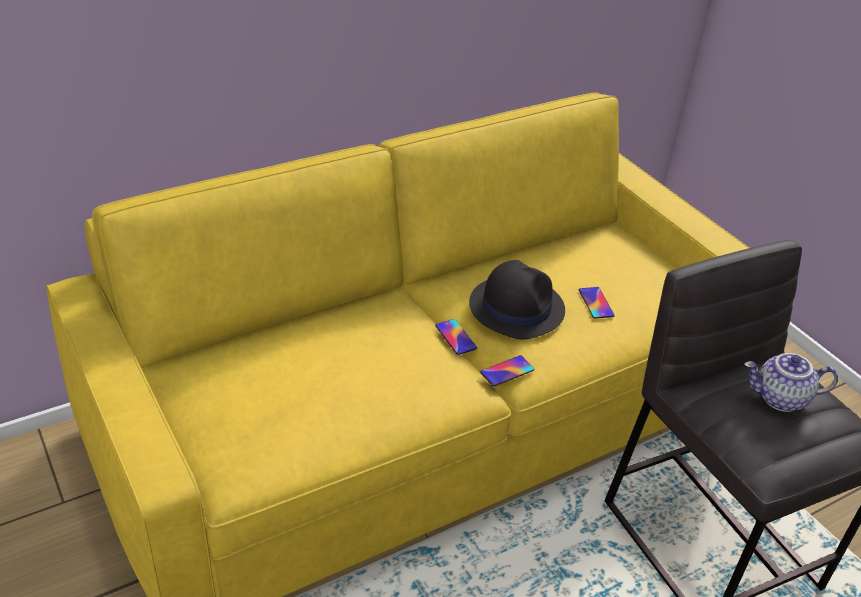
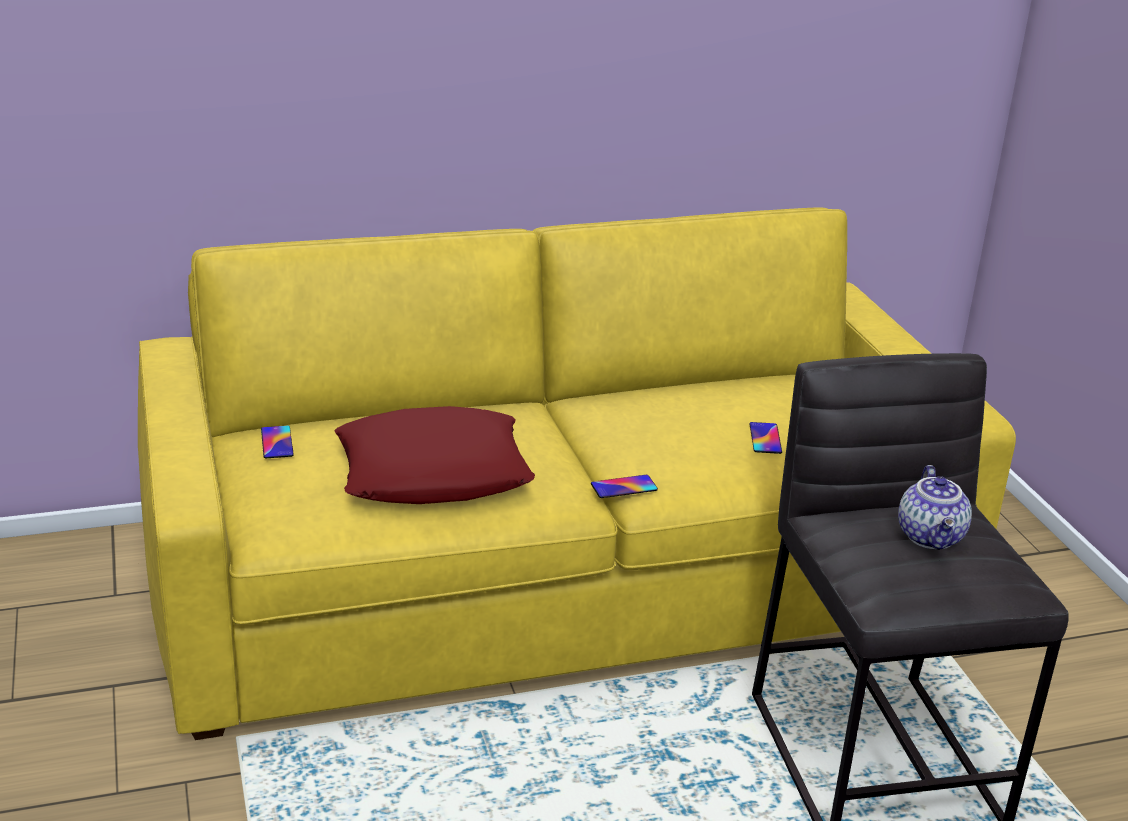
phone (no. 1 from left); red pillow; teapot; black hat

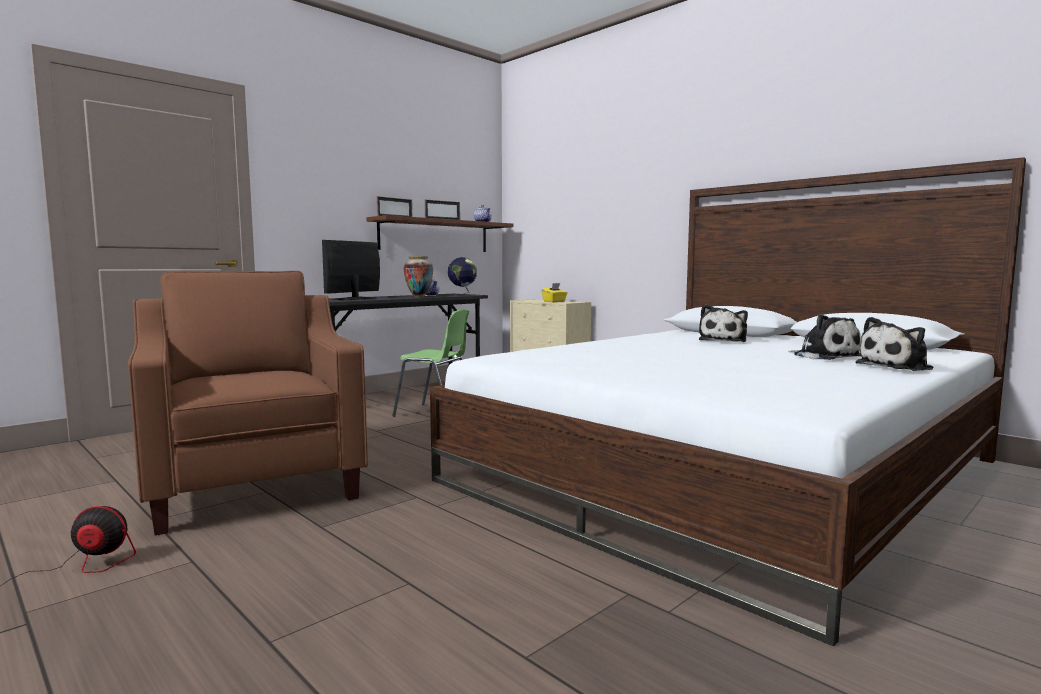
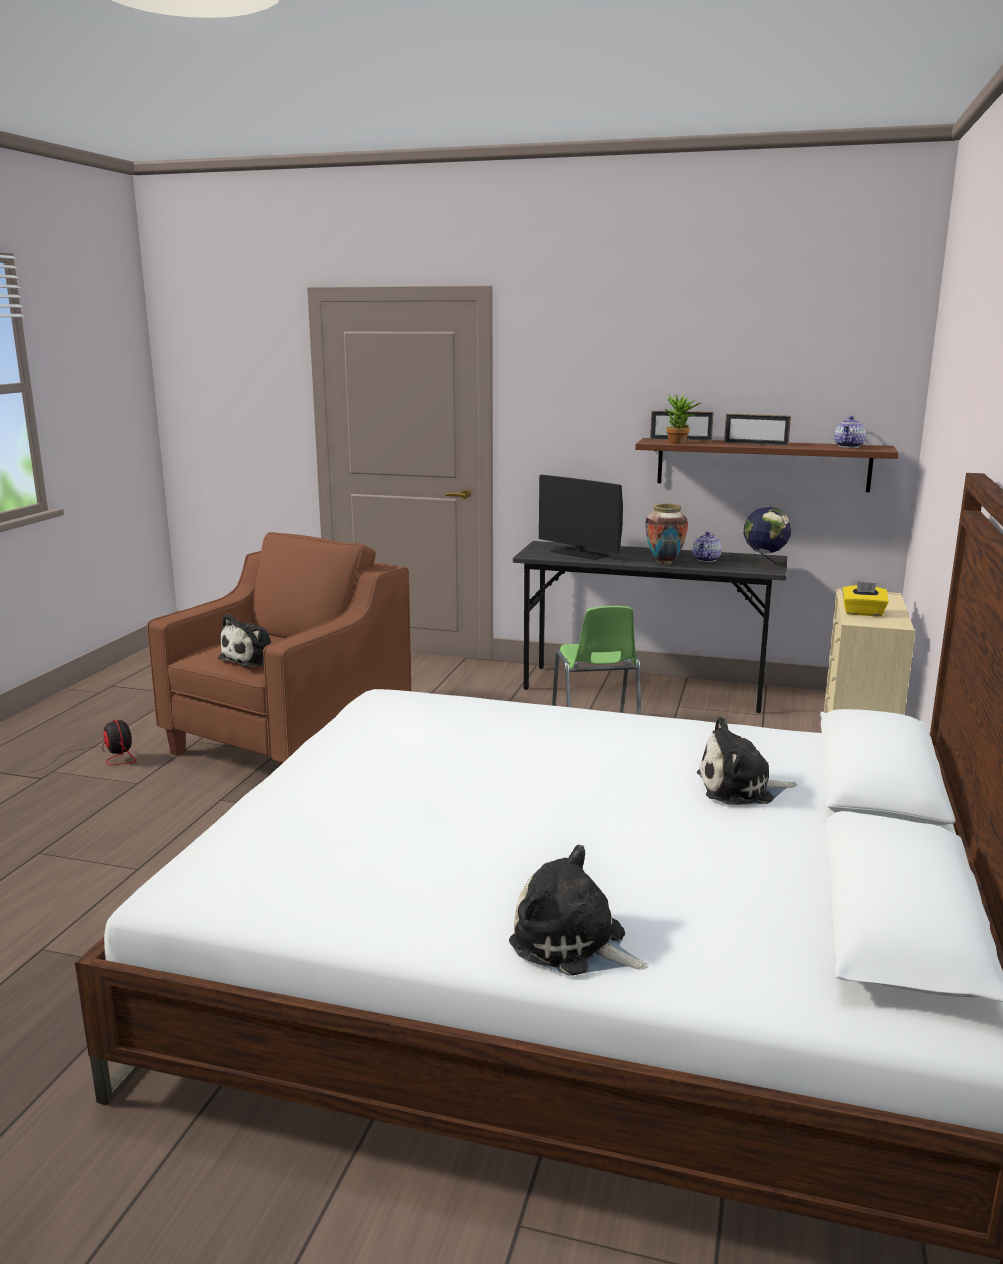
plush toy (no. 1 from left); monitor; potted plant

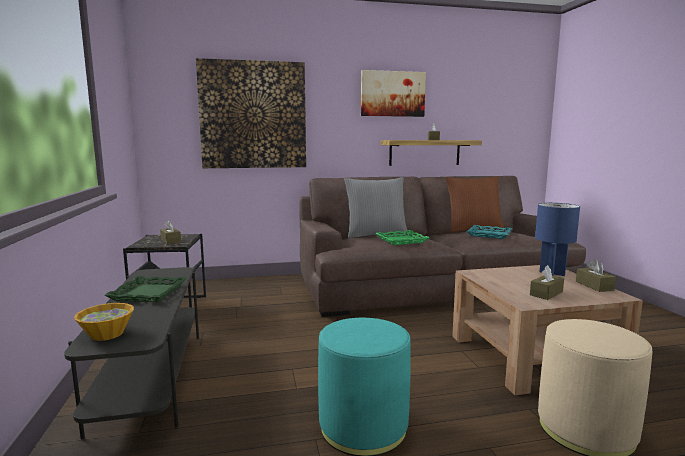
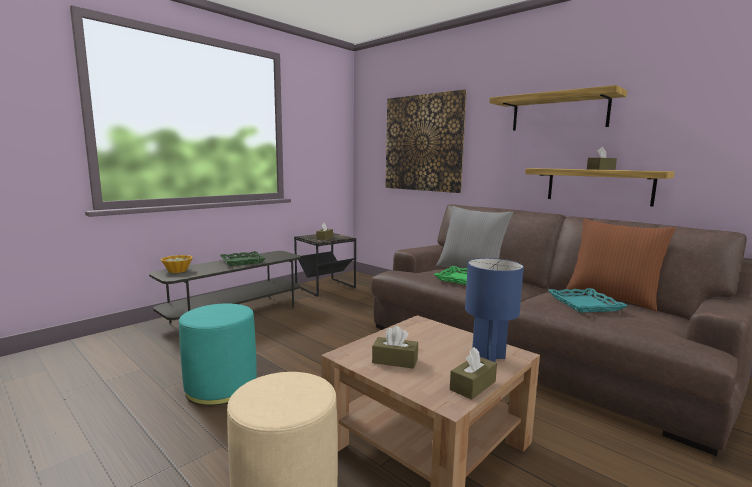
shelf (no. 1 from left)

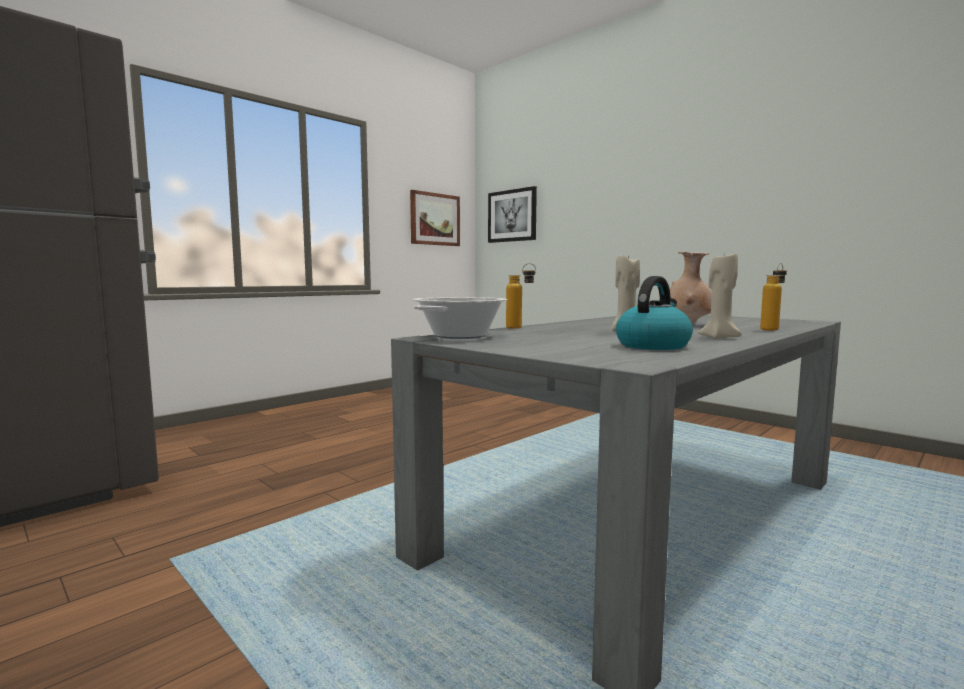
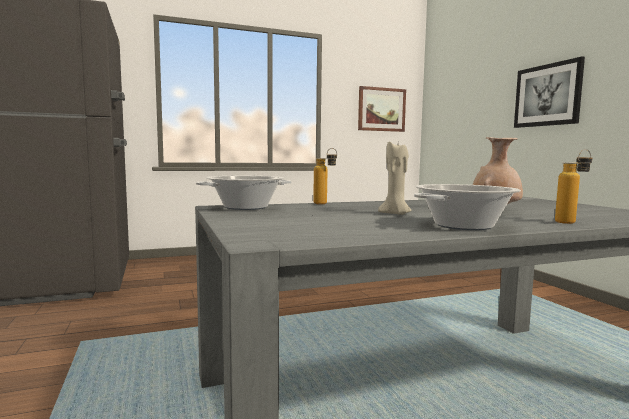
cooking pot (no. 2 from left); picture (no. 2 from left); kettle

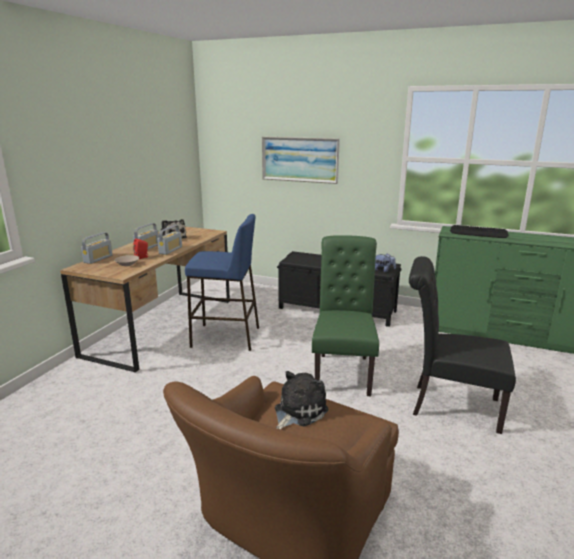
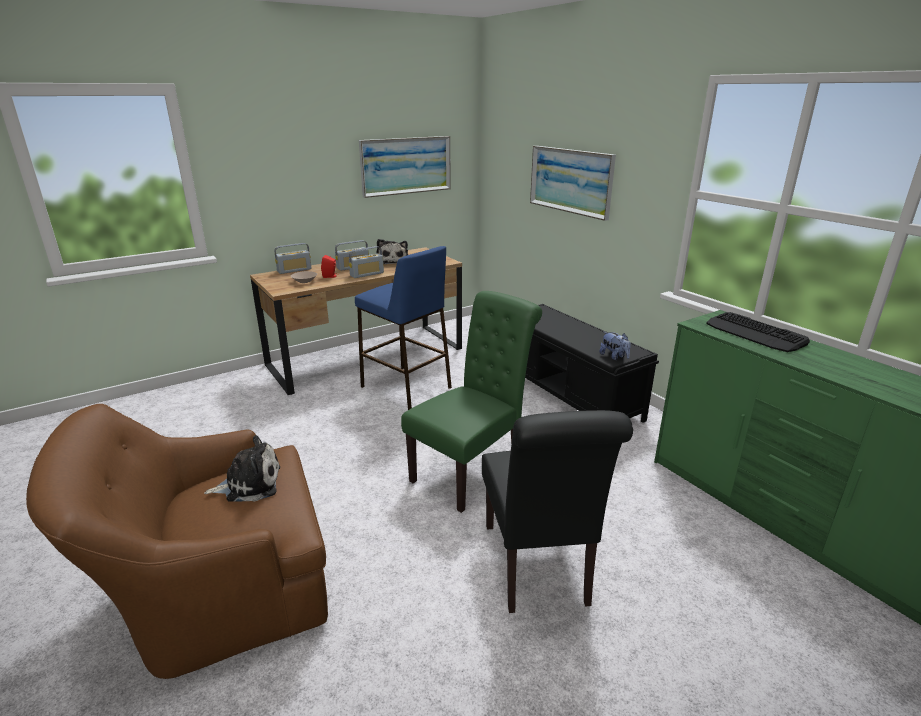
picture (no. 1 from left); black chair

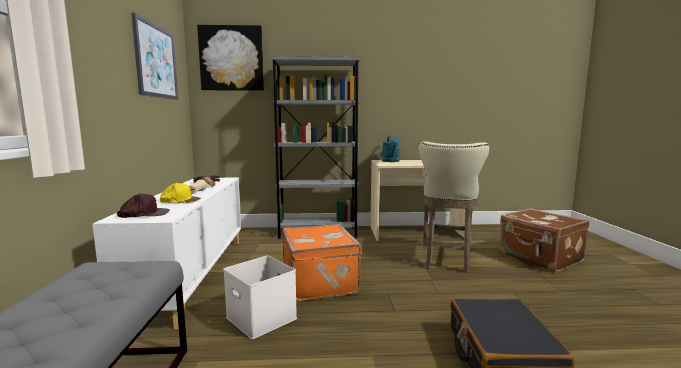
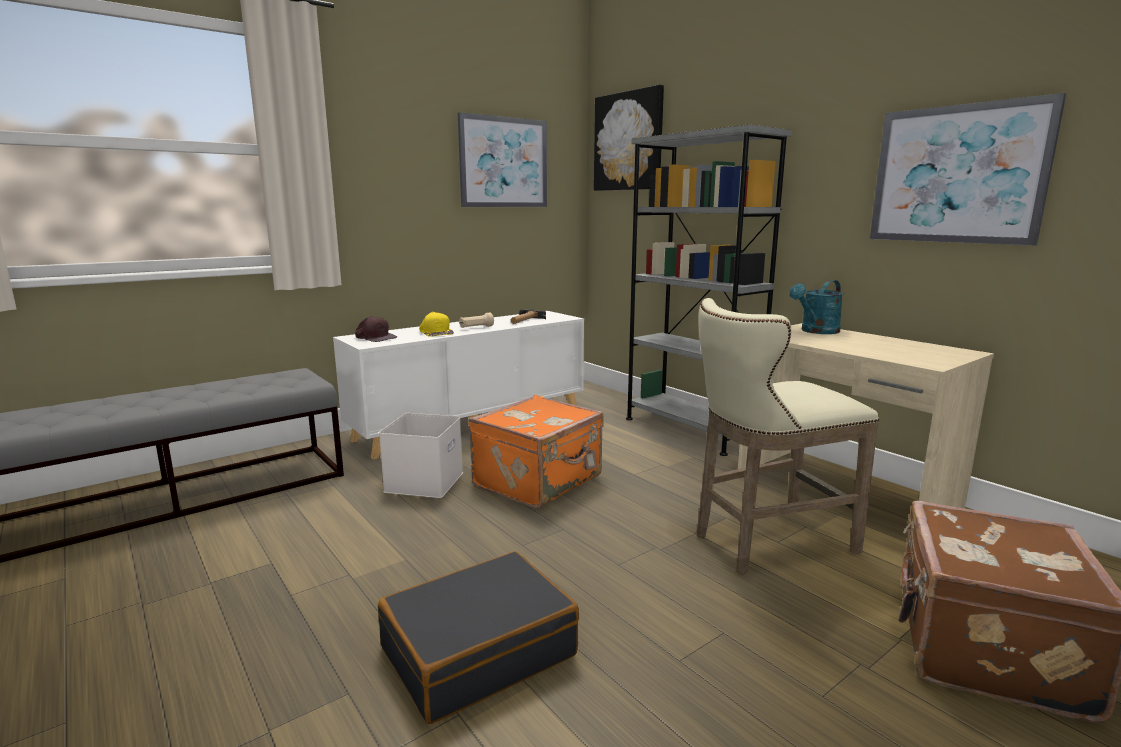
picture (no. 3 from left)

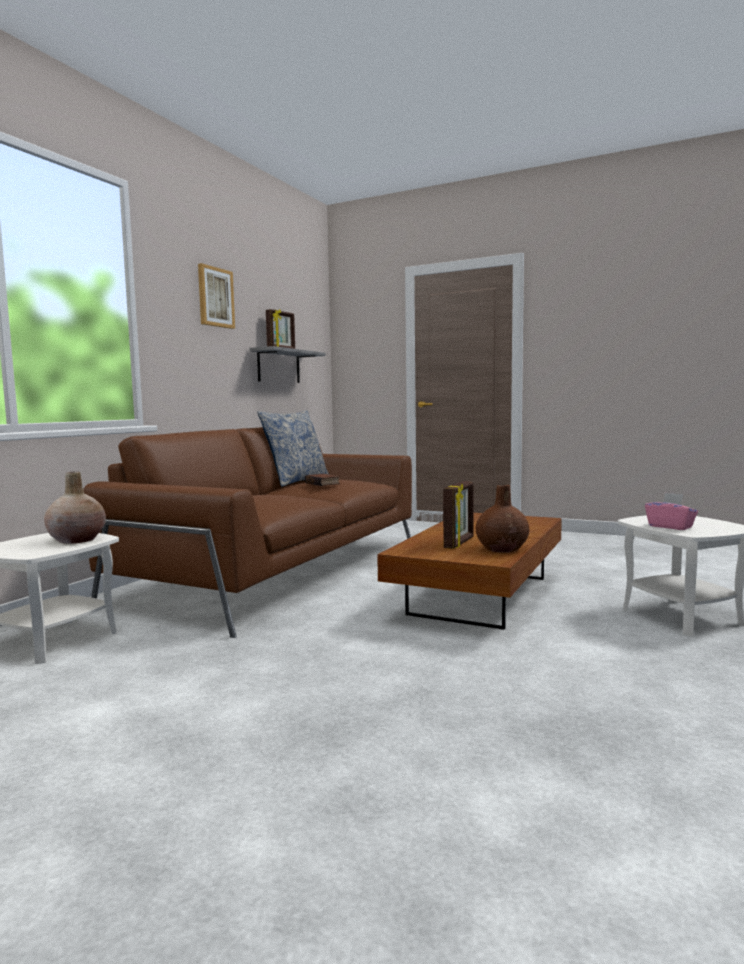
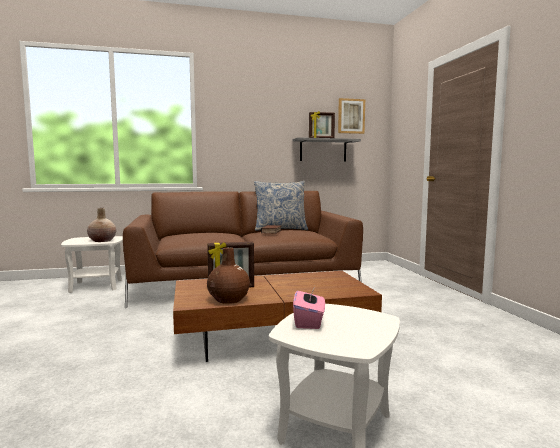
picture

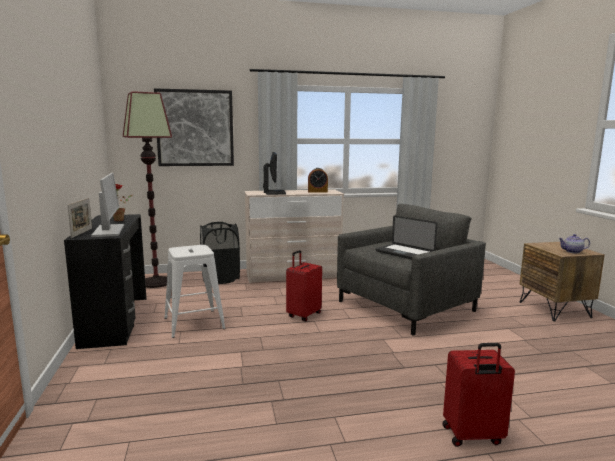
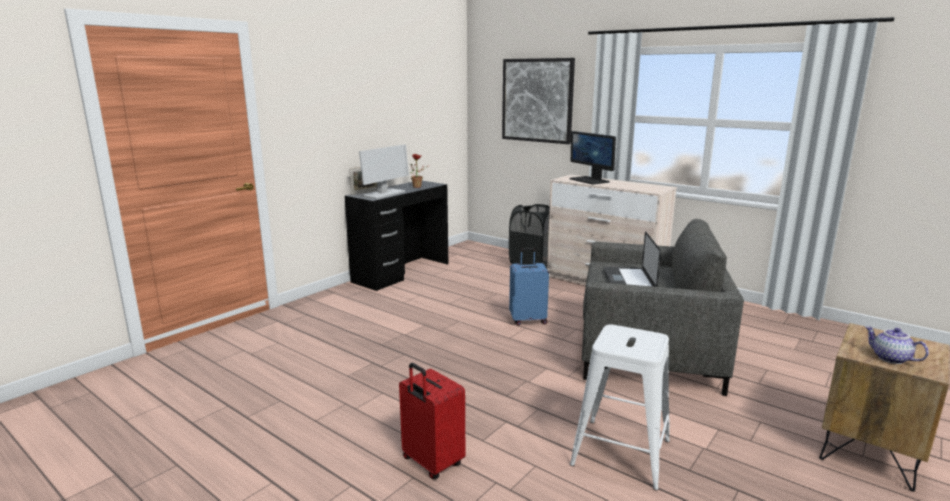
blue suitcase; monitor (no. 2 from left); white stool; floor lamp; alarm clock

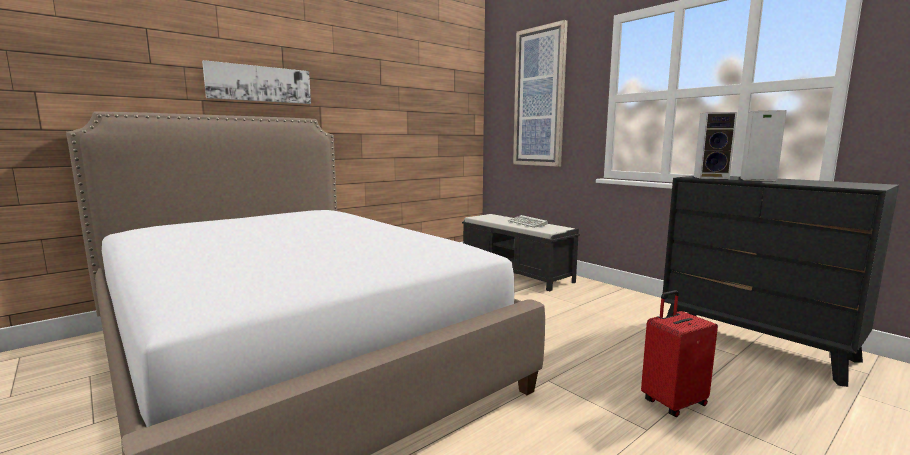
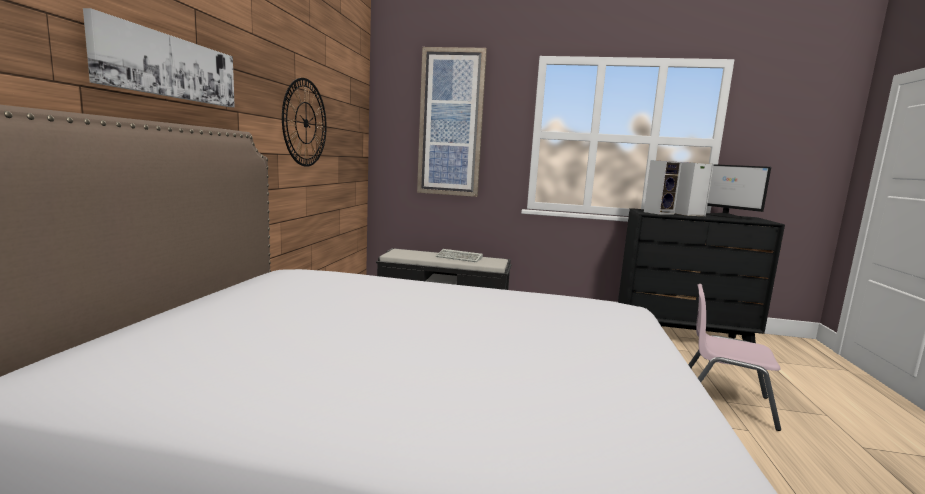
wall clock; pink chair; monitor

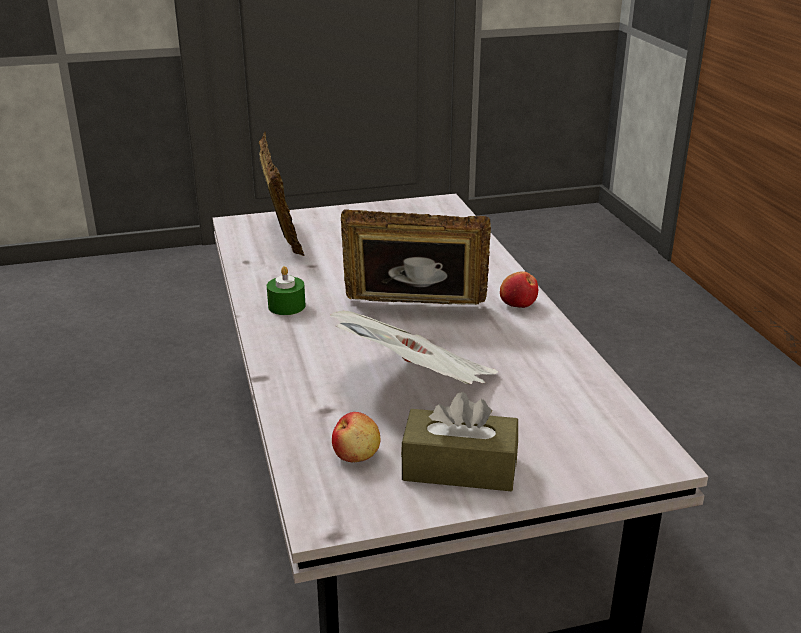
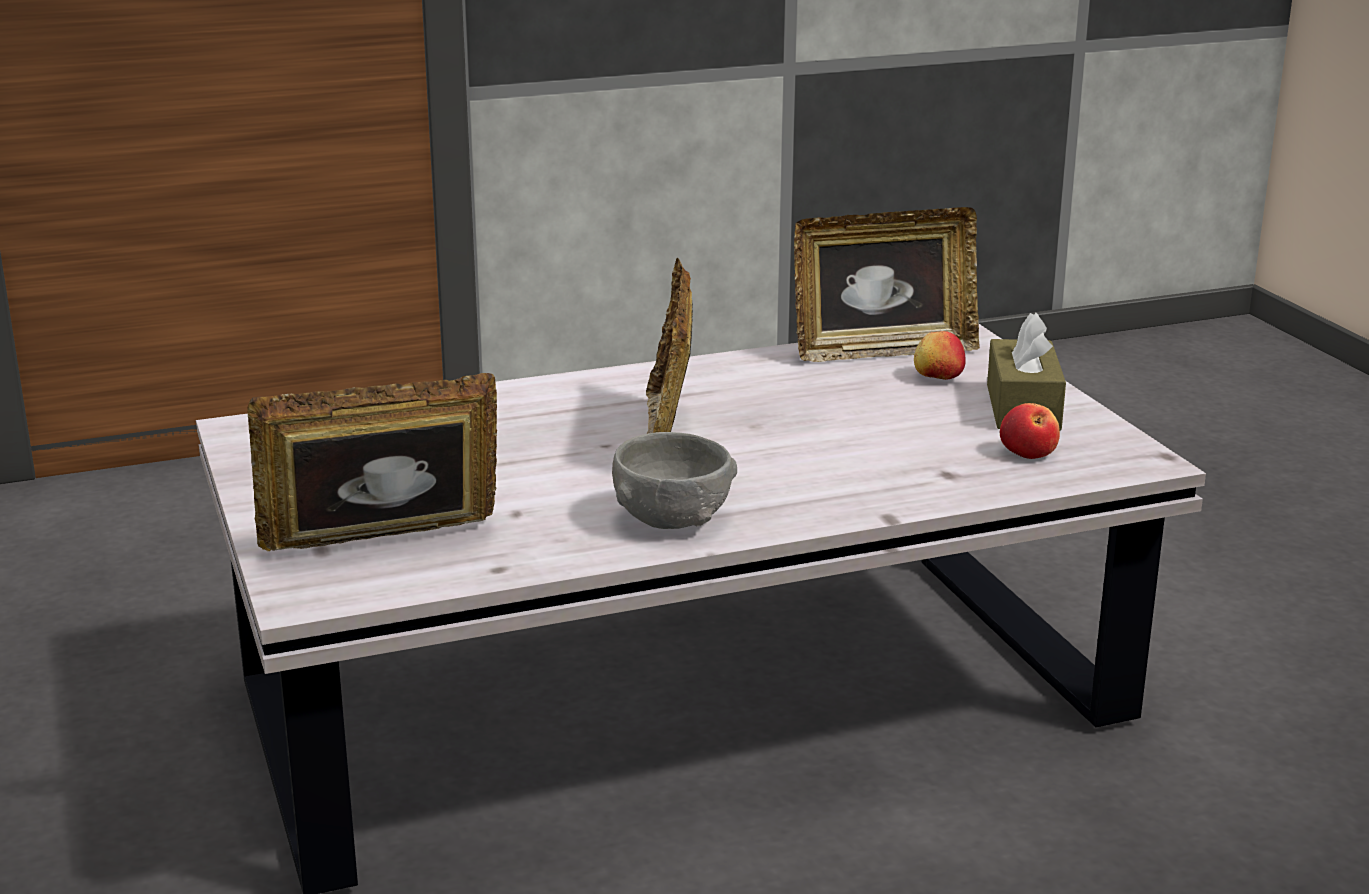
grey bowl; picture frame (no. 3 from left); apple (no. 1 from left); newspaper

